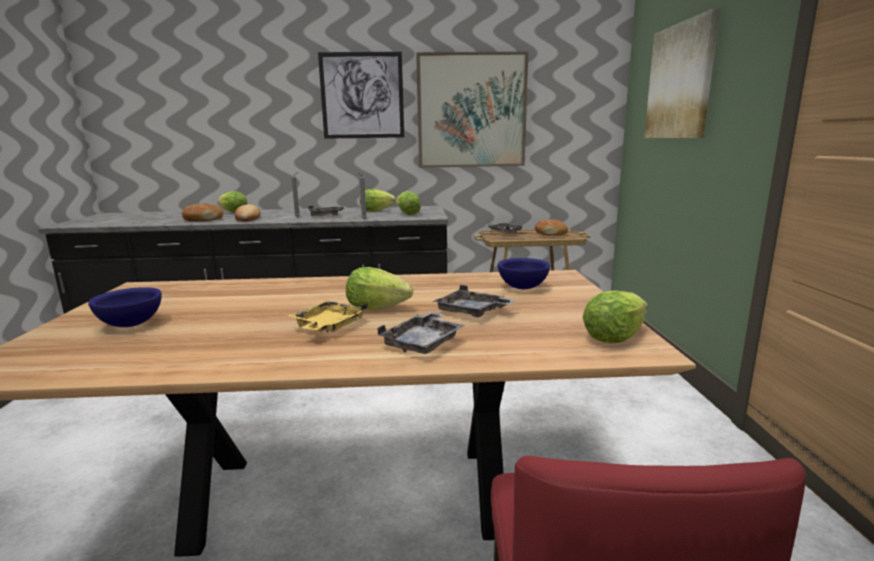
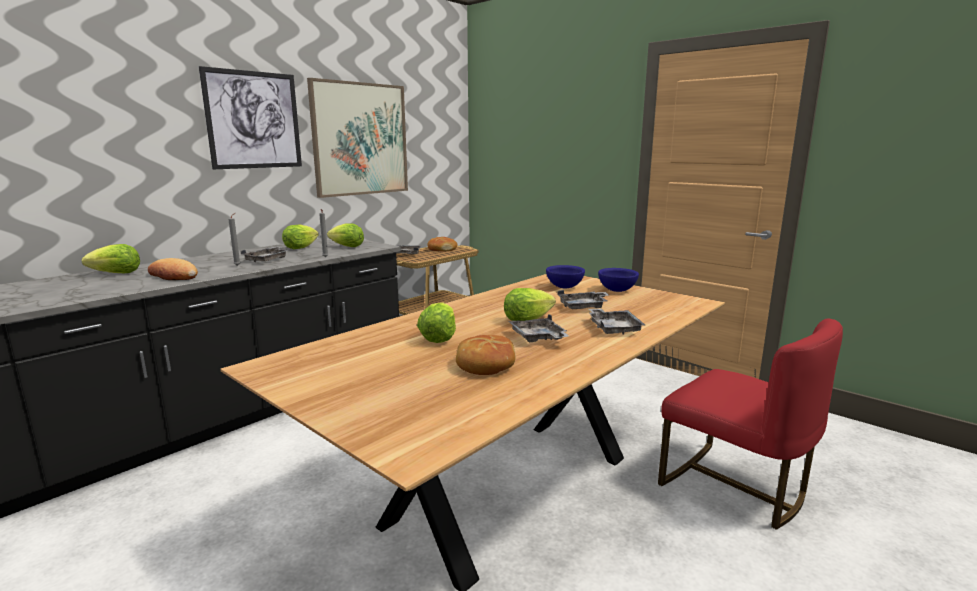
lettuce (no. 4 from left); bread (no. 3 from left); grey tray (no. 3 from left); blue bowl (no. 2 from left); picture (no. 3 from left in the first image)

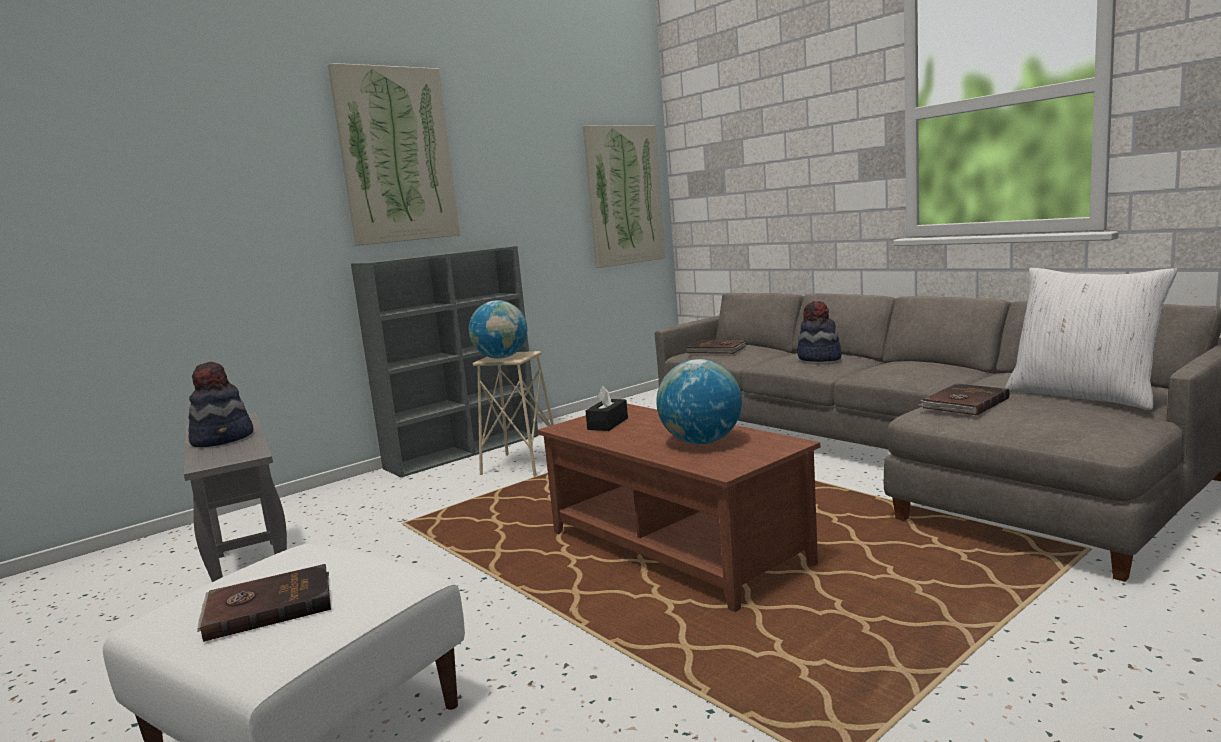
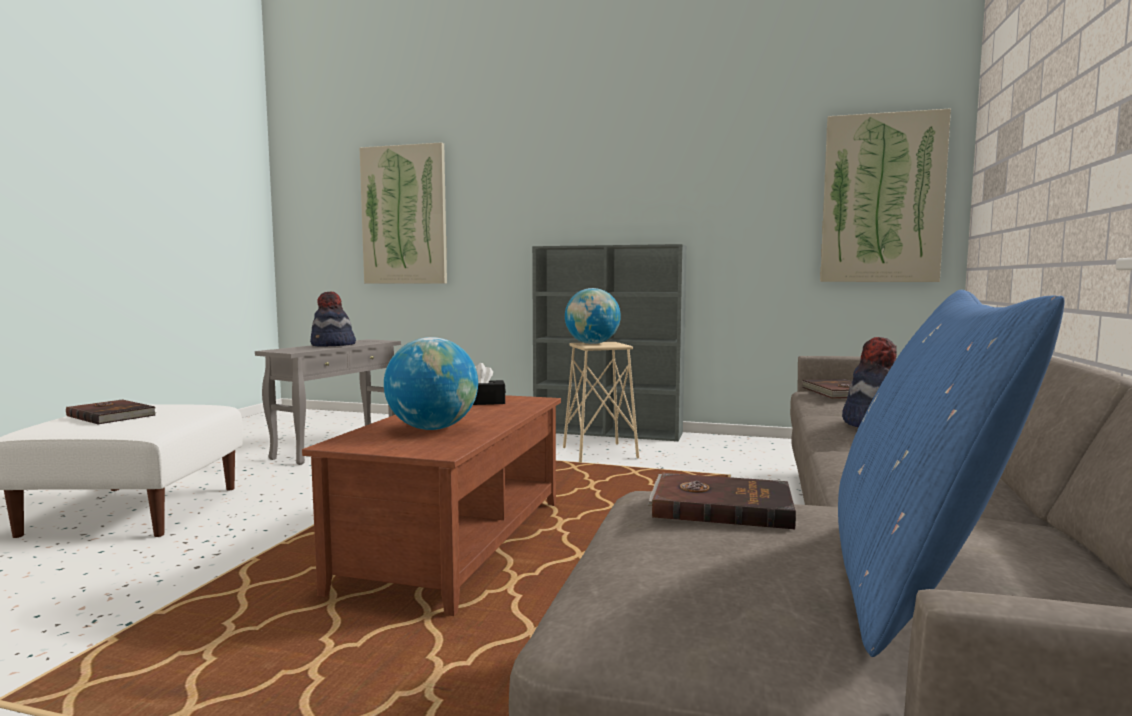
picture (no. 1 from left); blue pillow

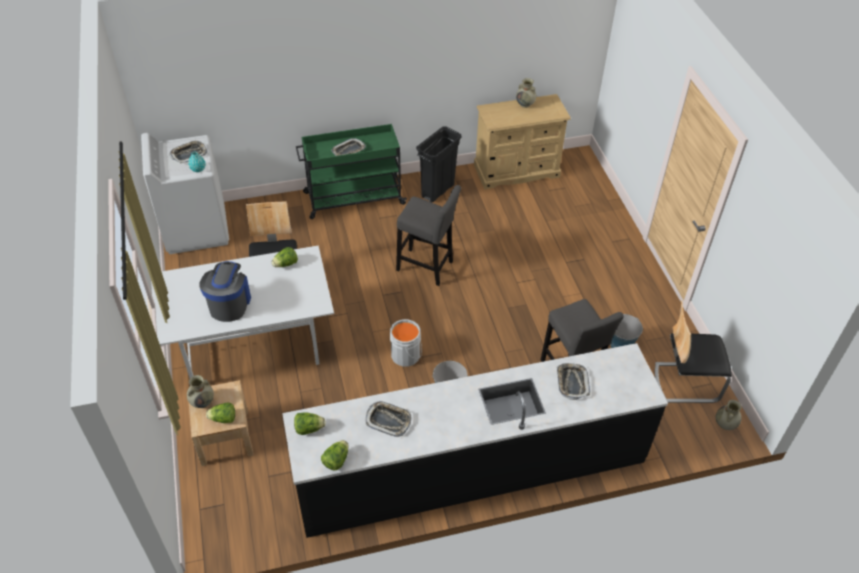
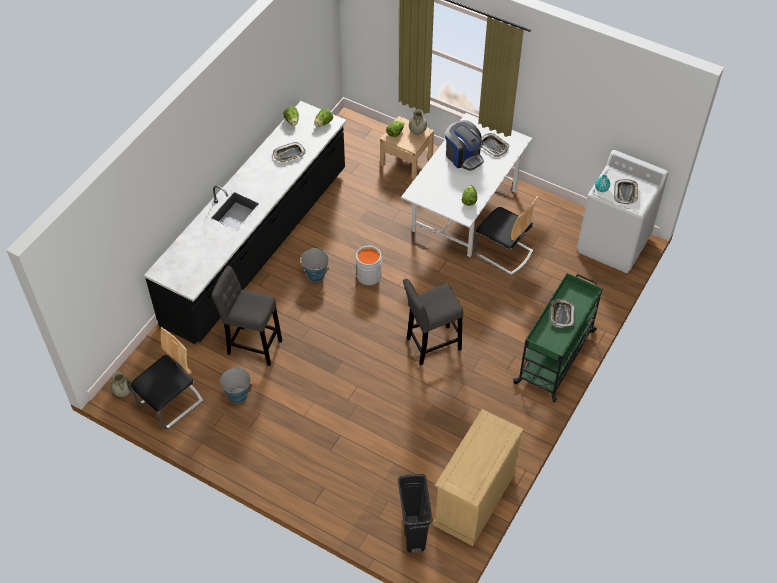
black trash can; tray (no. 2 from left); beige vase (no. 2 from left in the first image)

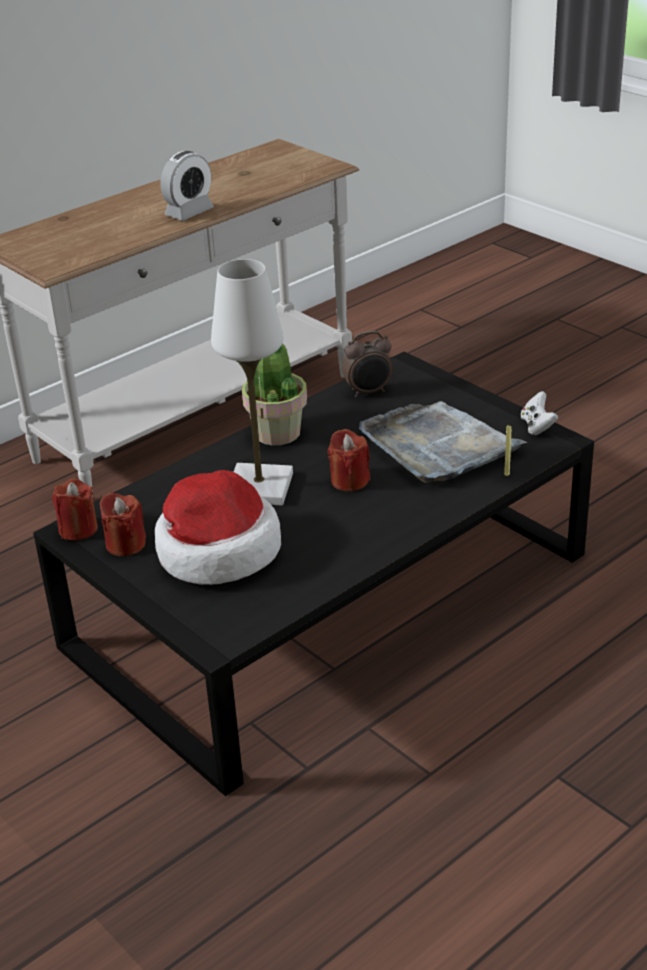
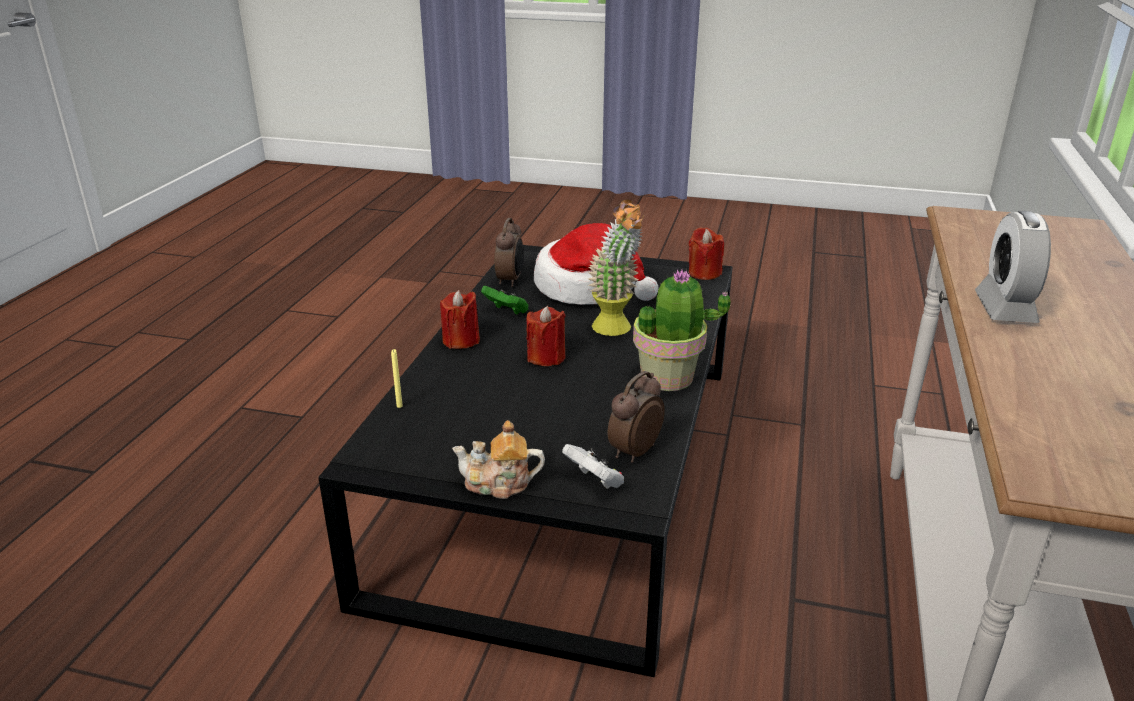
red candle (no. 1 from left); teapot; green game controller; alarm clock (no. 1 from left); white game controller; potted plant (no. 1 from left); grey tray

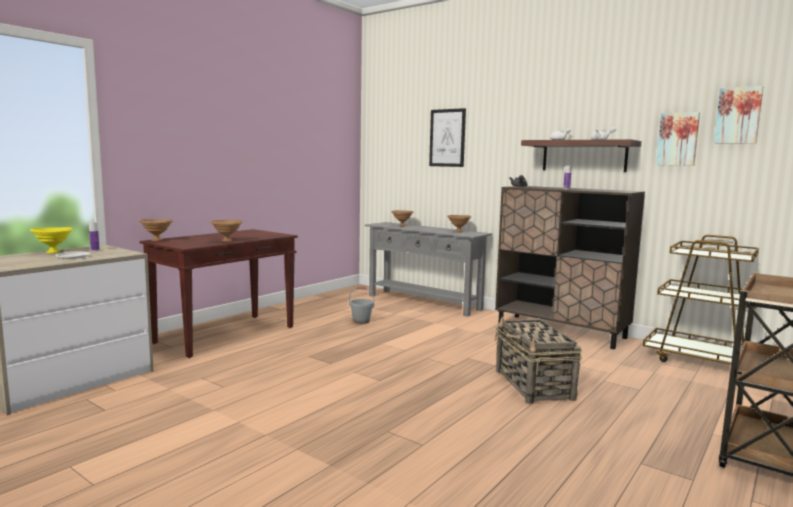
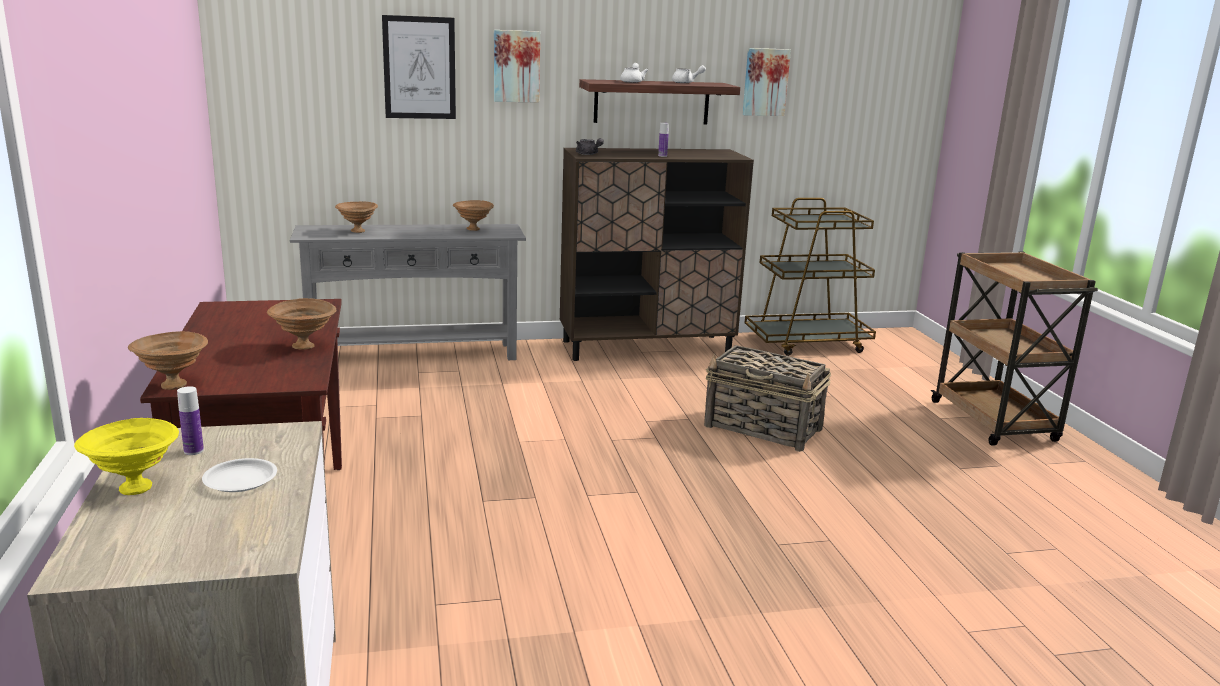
picture (no. 2 from left); grey bucket

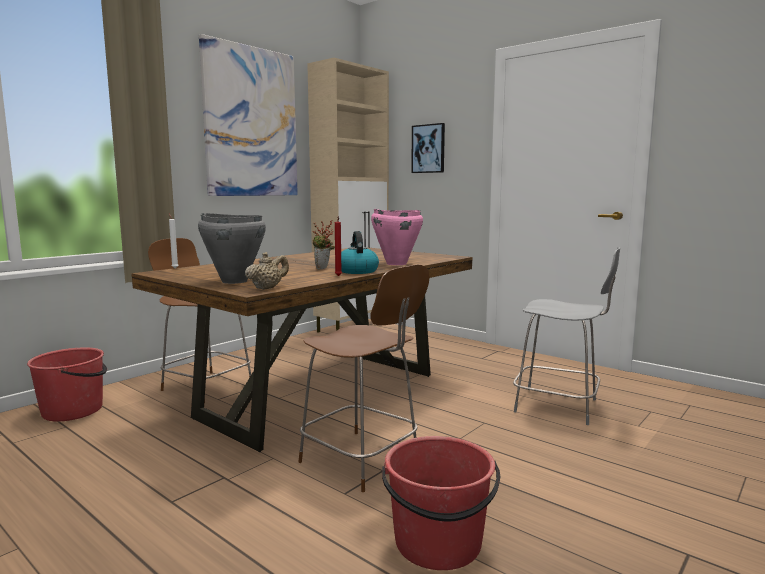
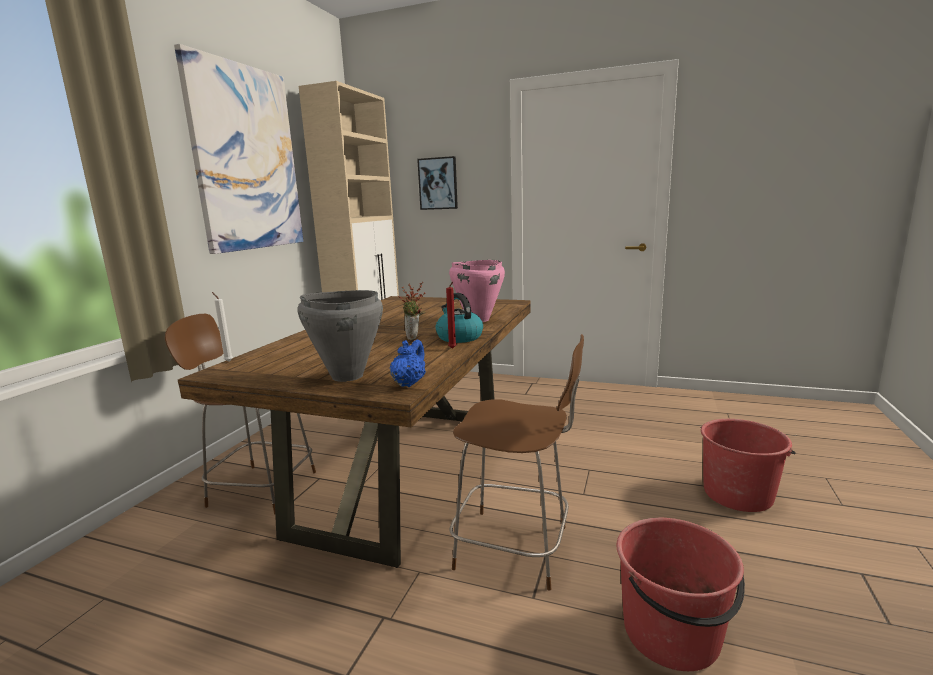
blue teapot; red bucket (no. 2 from left); grey chair

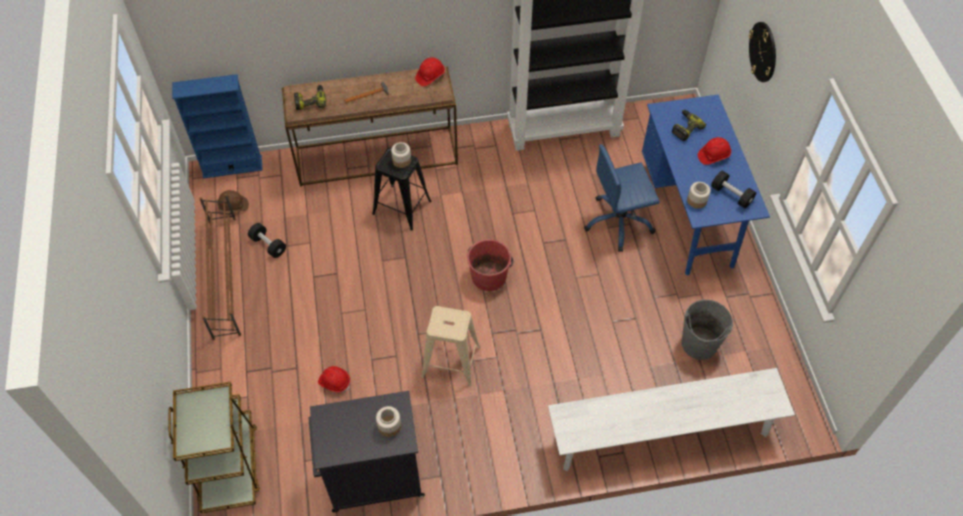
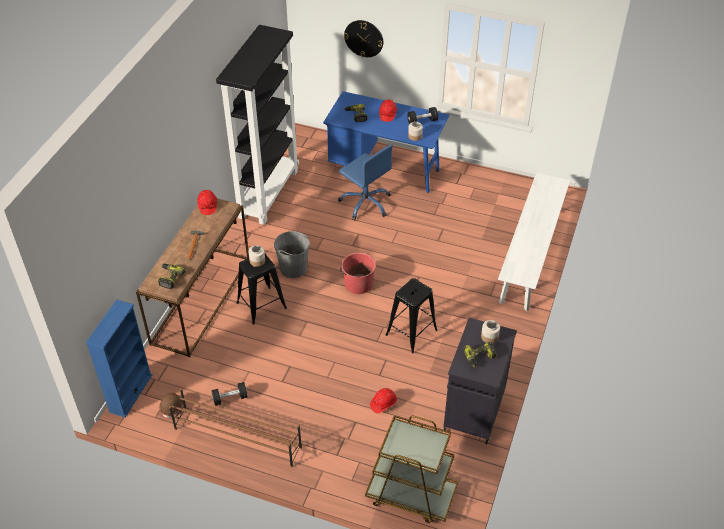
grey bucket; blue office chair; black stool (no. 2 from left); power drill (no. 3 from left)

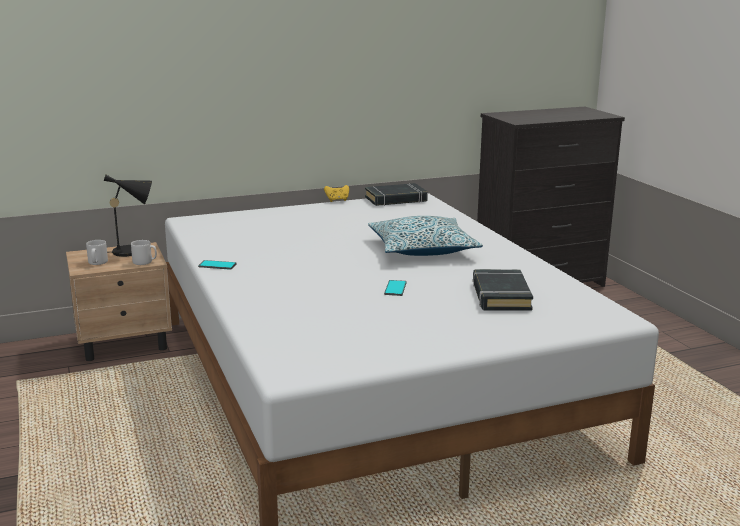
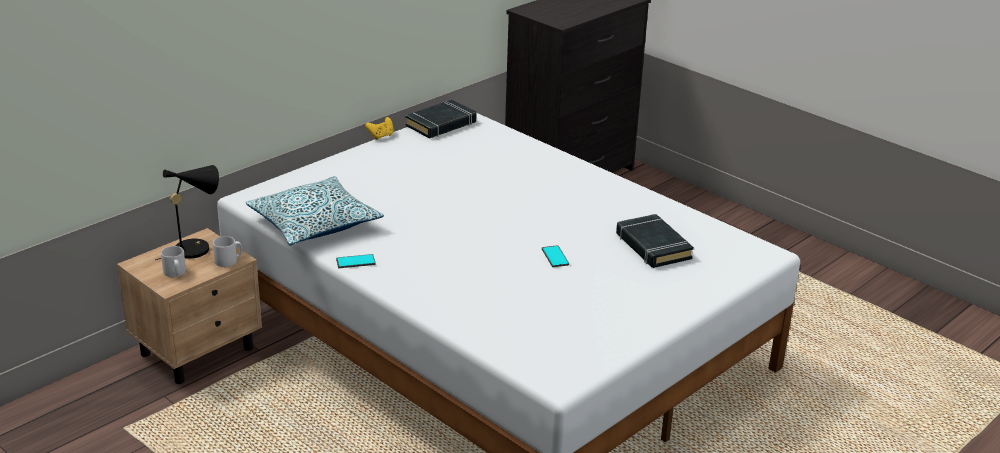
pillow

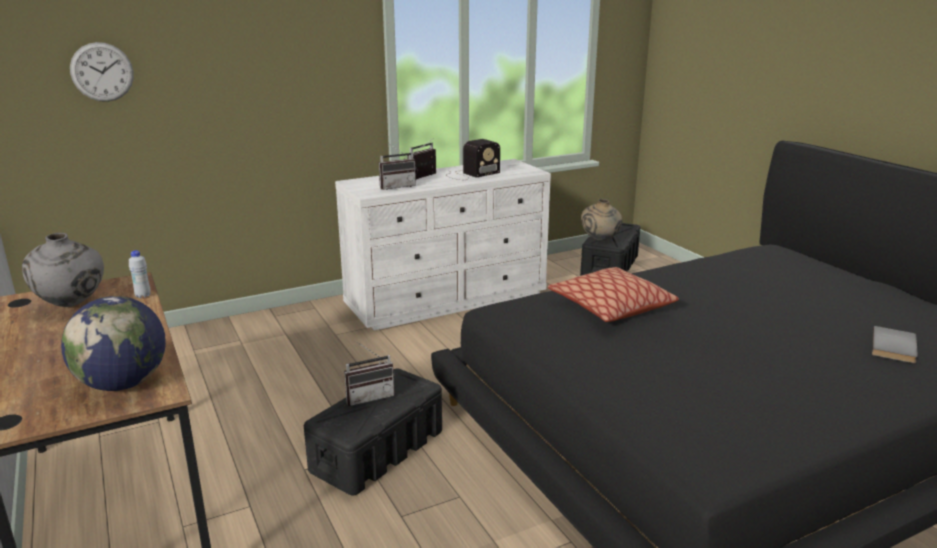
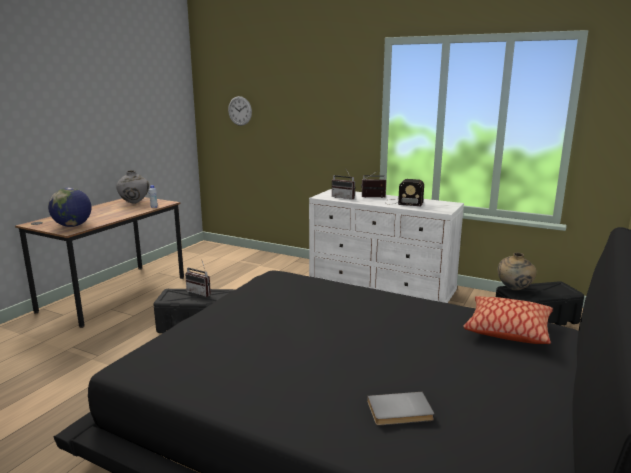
pillow

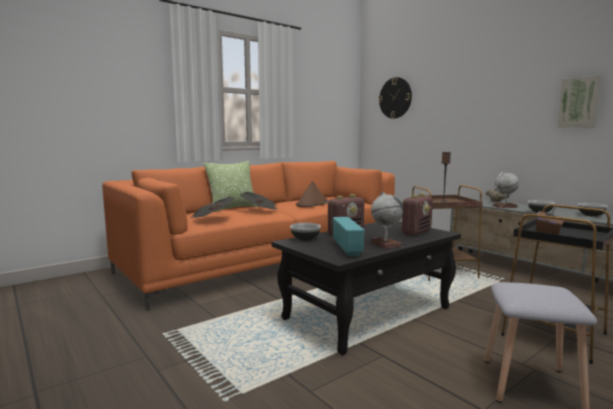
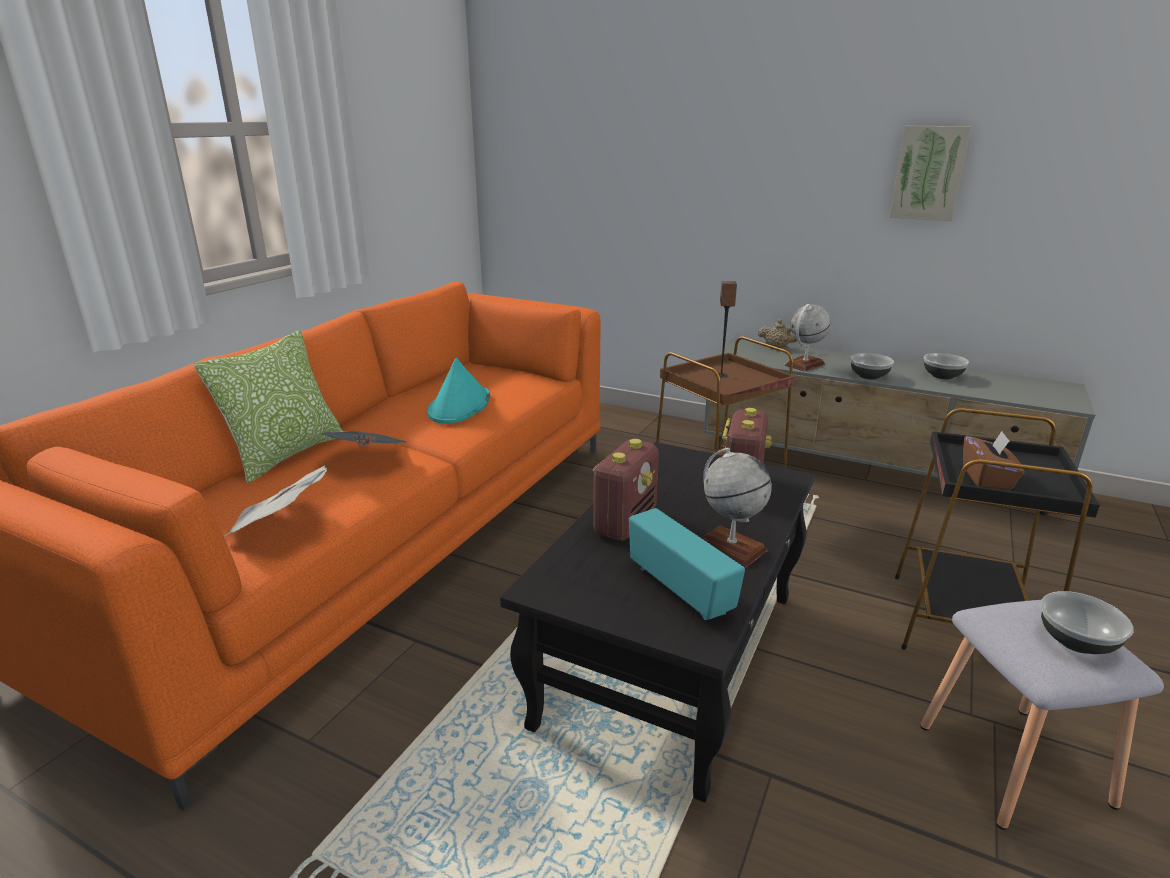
turquoise hat; bowl (no. 3 from left); wall clock

